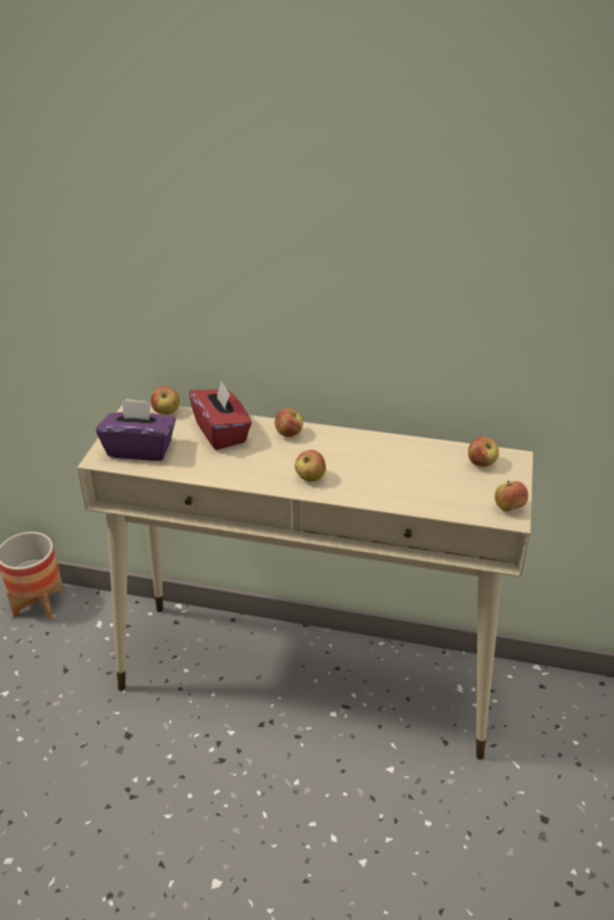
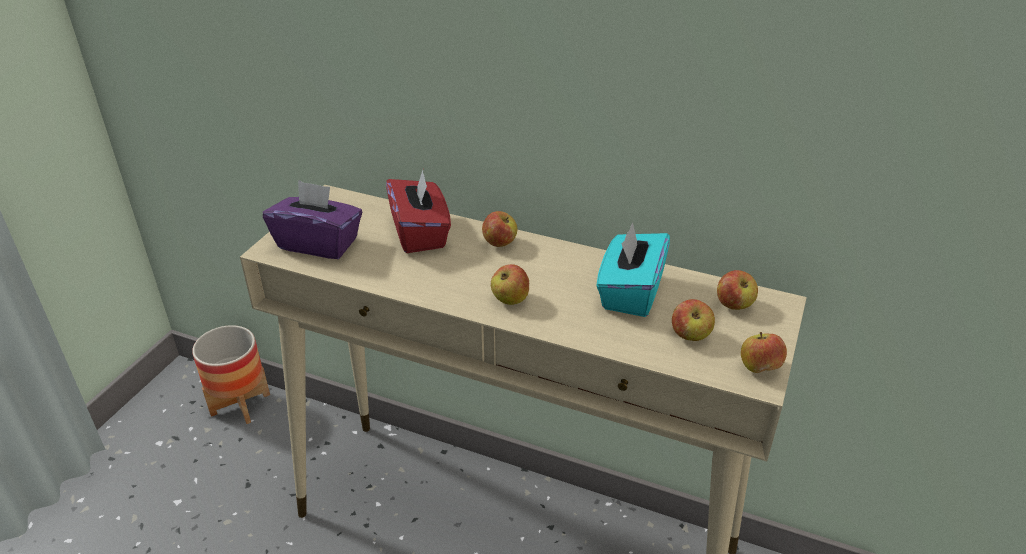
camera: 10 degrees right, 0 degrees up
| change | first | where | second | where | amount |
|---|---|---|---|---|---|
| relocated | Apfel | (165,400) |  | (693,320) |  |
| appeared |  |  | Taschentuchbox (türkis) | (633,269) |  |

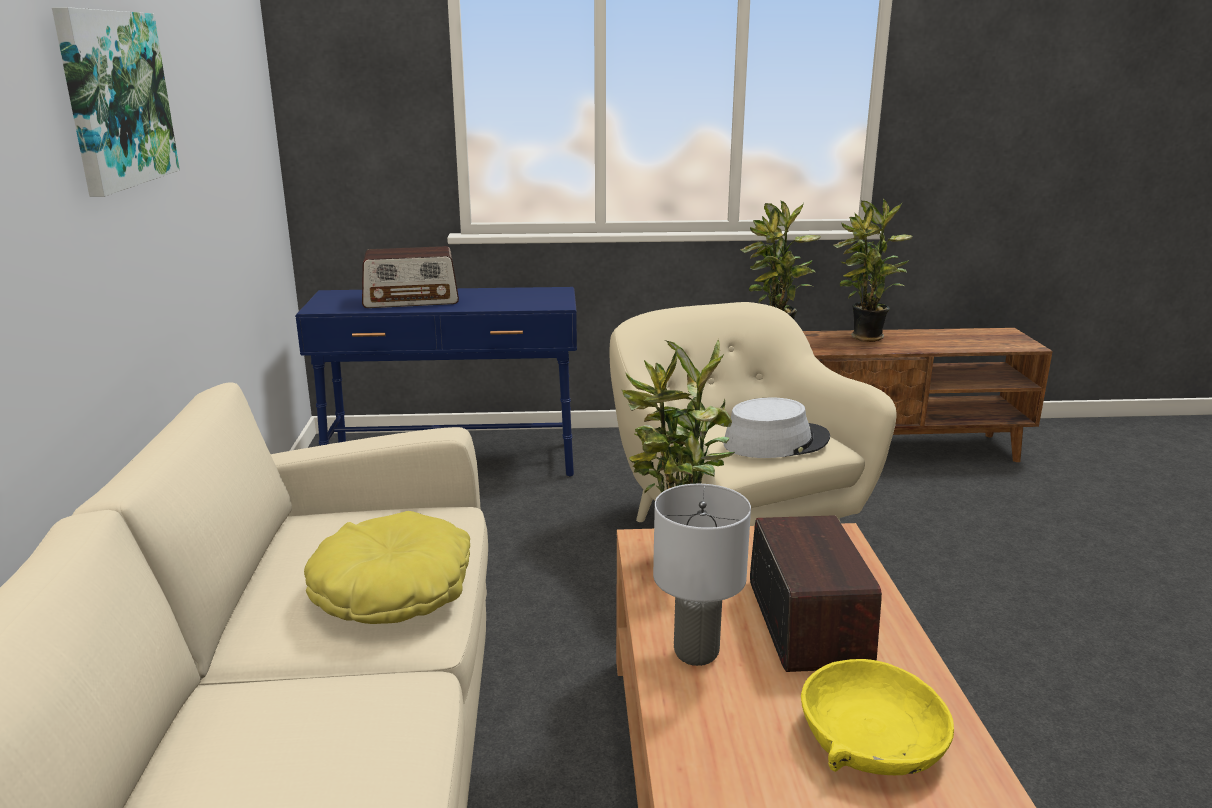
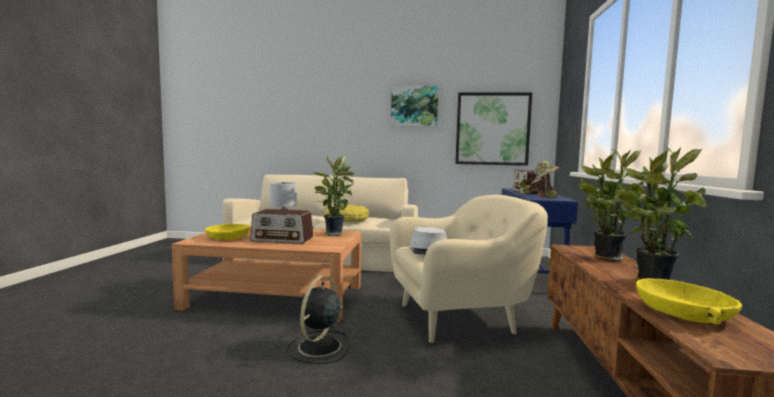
camera: 100 degrees right, 15 degrees down
| change | first | where | second | where | amount |
|---|---|---|---|---|---|
| appeared |  |  | Bild | (493,129) |  |
| appeared |  |  | Topfpflanze | (539,179) |  |
| appeared |  |  | Ventilator (schwarz) | (318,319) |  |
| appeared |  |  | Schüssel (gelb) | (689,301) |  |

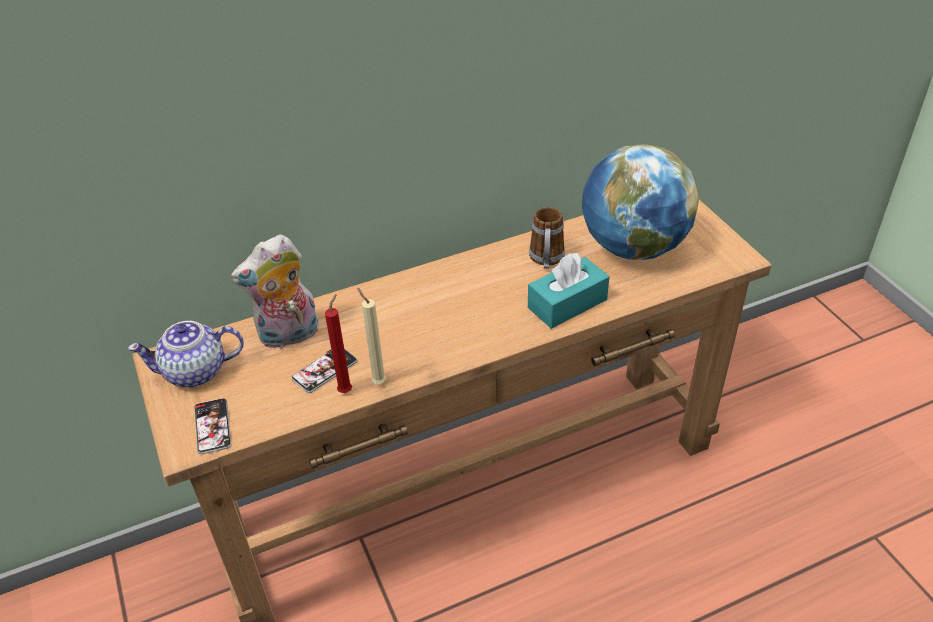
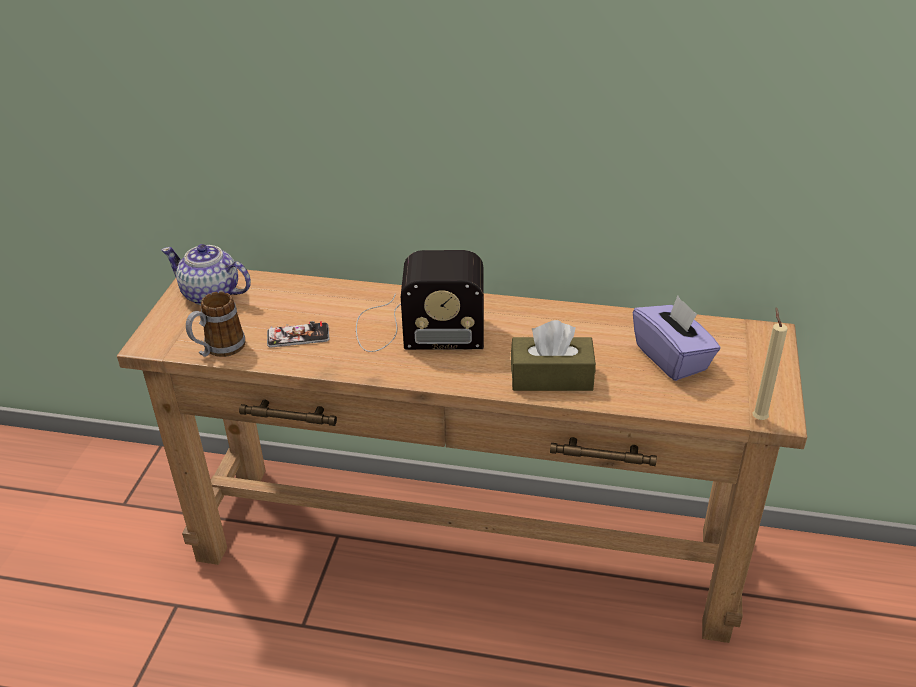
camera: 35 degrees right, 5 degrees down
| change | first | where | second | where | amount |
|---|---|---|---|---|---|
| exchanged | Globus | (640,202) | Taschentuchbox (lila) | (677,338) |  |
| relocated | Henkelbecher | (547,238) |  | (216,324) |  |
| missing | Plüschtier | (275,292) |  |  |  |
| colour | Taschentuchbox (türkis) | (569,291) | Taschentuchbox (braun) | (553,355) |  |
| relocated | Kerze (beige) | (371,336) |  | (770,364) |  |
| missing | Kerze (rot) | (338,343) |  |  |  |
| missing | Handy | (212,426) |  |  |  |
| appeared |  |  | Radio | (420,301) |  |

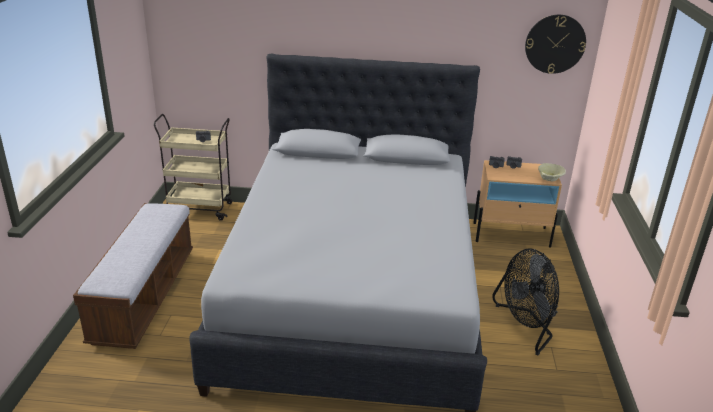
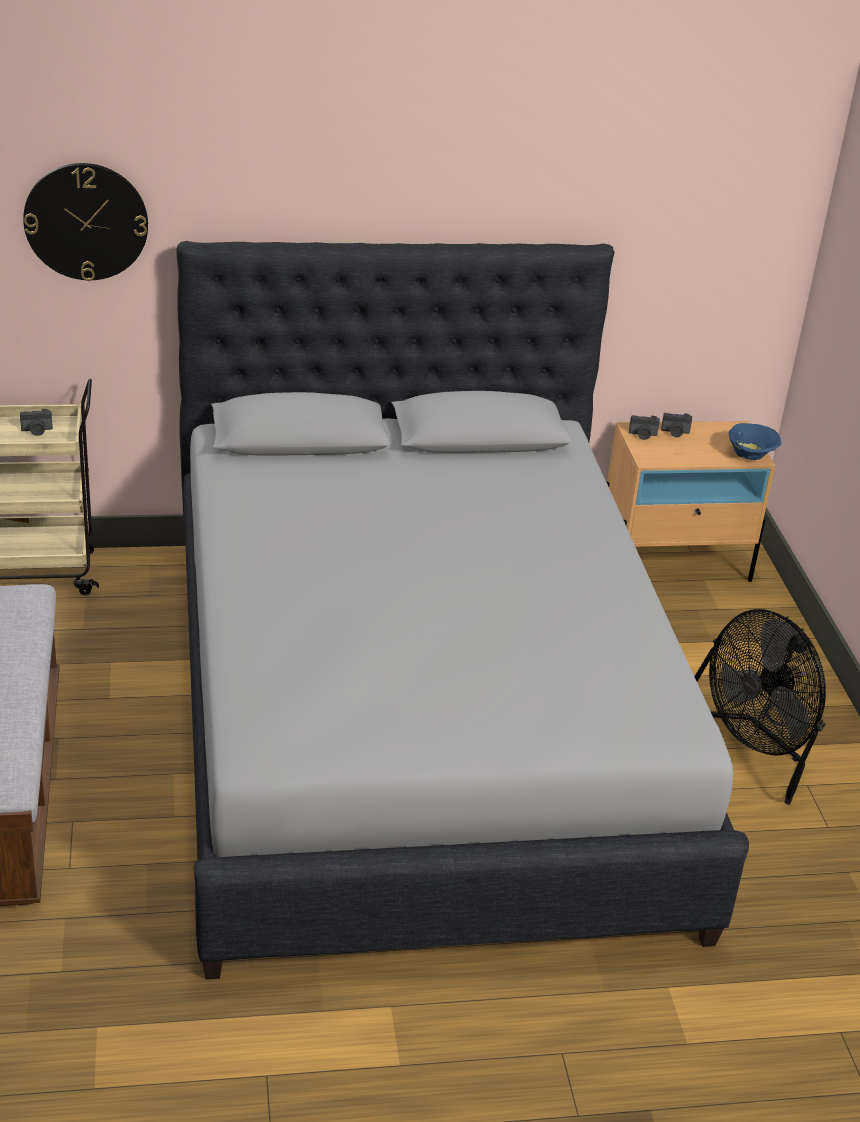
camera: 15 degrees left, 5 degrees up
| change | first | where | second | where | amount |
|---|---|---|---|---|---|
| relocated | Wanduhr | (555,44) |  | (85,222) |  |
| colour | Schüssel (beige) | (552,172) | Schüssel (blau) | (755,441) |  |

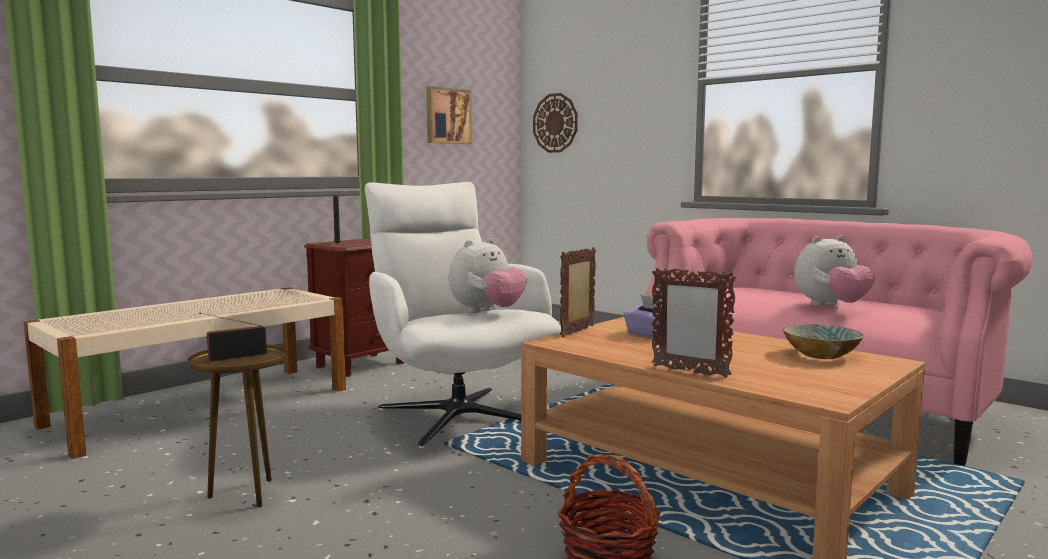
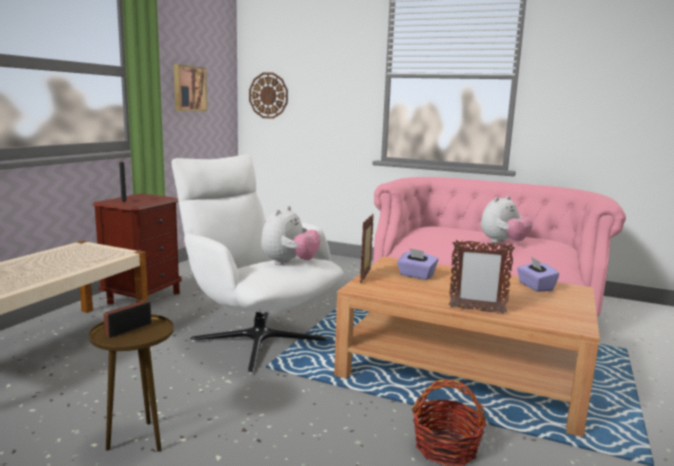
camera: 20 degrees left, 5 degrees up
| change | first | where | second | where | amount |
|---|---|---|---|---|---|
| exchanged | Schüssel | (823,341) | Taschentuchbox (lila) | (538,274) |  |

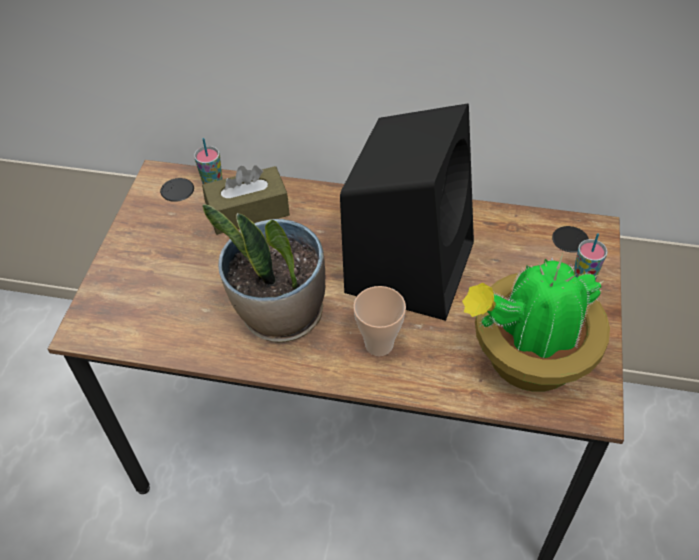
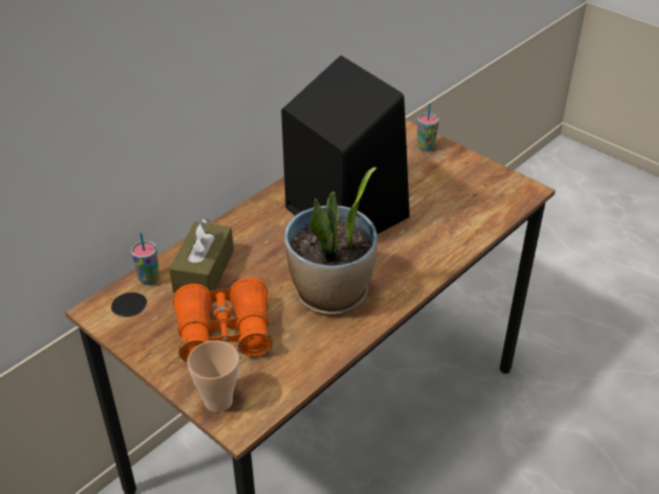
camera: 60 degrees left, 10 degrees down
| change | first | where | second | where | amount |
|---|---|---|---|---|---|
| missing | Topfpflanze | (536,323) |  |  |  |
| relocated | Tasse | (379,321) |  | (213,376) |  |
| appeared |  |  | Fernglas (orange) | (223,320) |  |

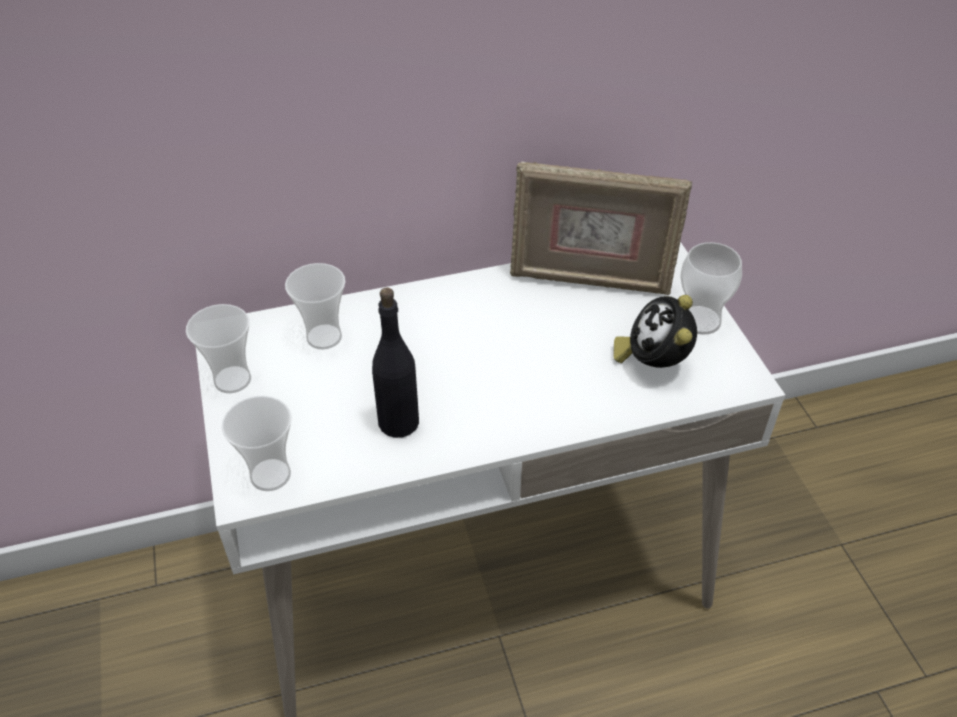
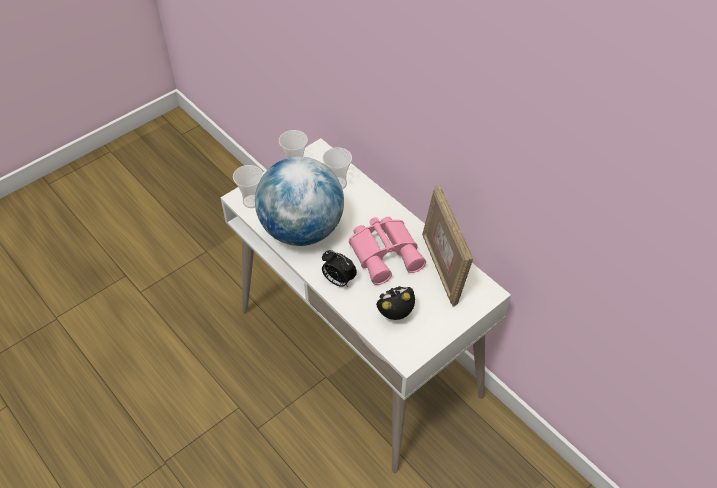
camera: 65 degrees right, 5 degrees up
| change | first | where | second | where | amount |
|---|---|---|---|---|---|
| missing | Tasse | (711,288) |  |  |  |
| exchanged | Flasche (schwarz) | (395,363) | Globus | (299,201) |  |
| appeared |  |  | Fernglas (rosa) | (387,251) |  |
| appeared |  |  | Wecker | (339,268) |  |

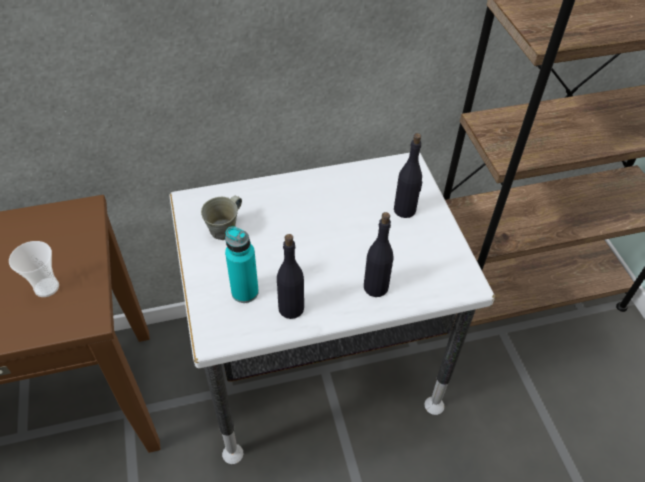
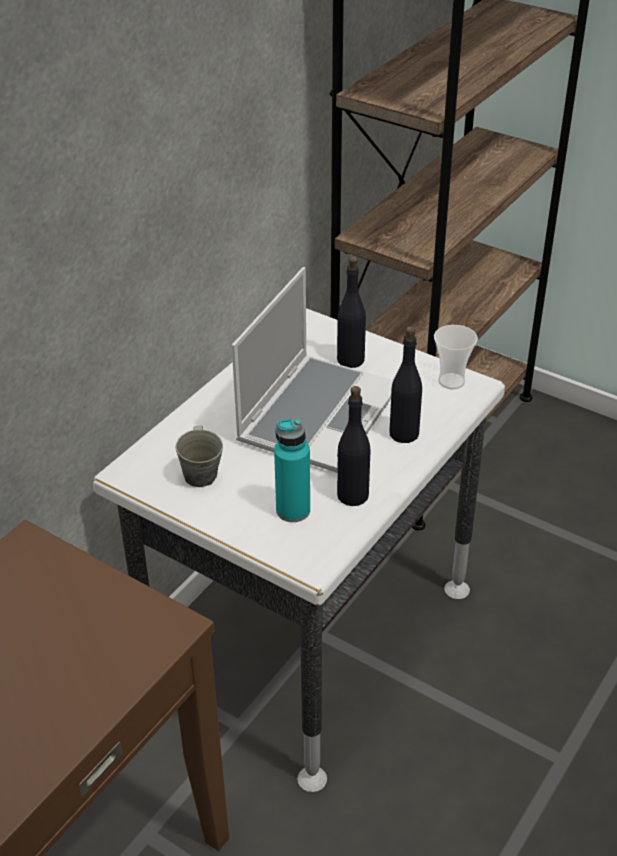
camera: 40 degrees left, 10 degrees down
| change | first | where | second | where | amount |
|---|---|---|---|---|---|
| relocated | Tasse | (34,269) |  | (456,357) |  |
| appeared |  |  | Laptop | (312,370) |  |

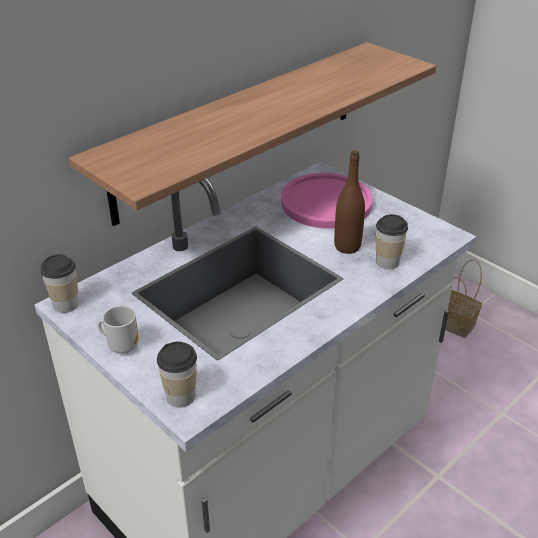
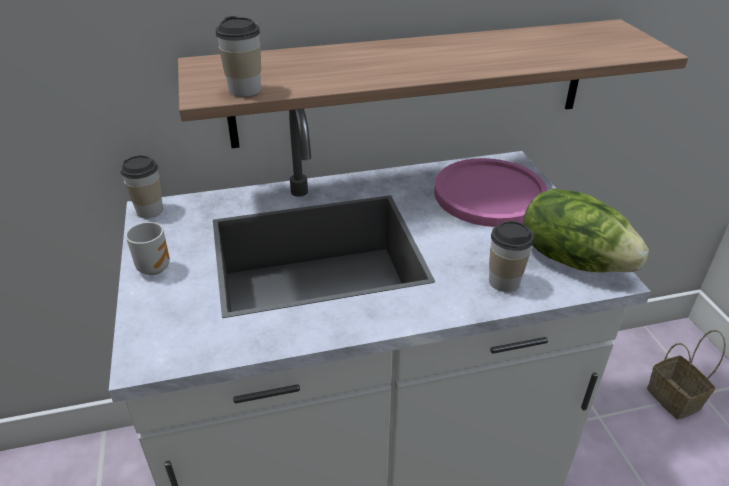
camera: 30 degrees right, 0 degrees up
| change | first | where | second | where | amount |
|---|---|---|---|---|---|
| missing | Flasche (braun) | (349,202) |  |  |  |
| relocated | Tasse | (177,375) |  | (238,56) |  |
| appeared |  |  | Salatkopf | (586,230) |  |

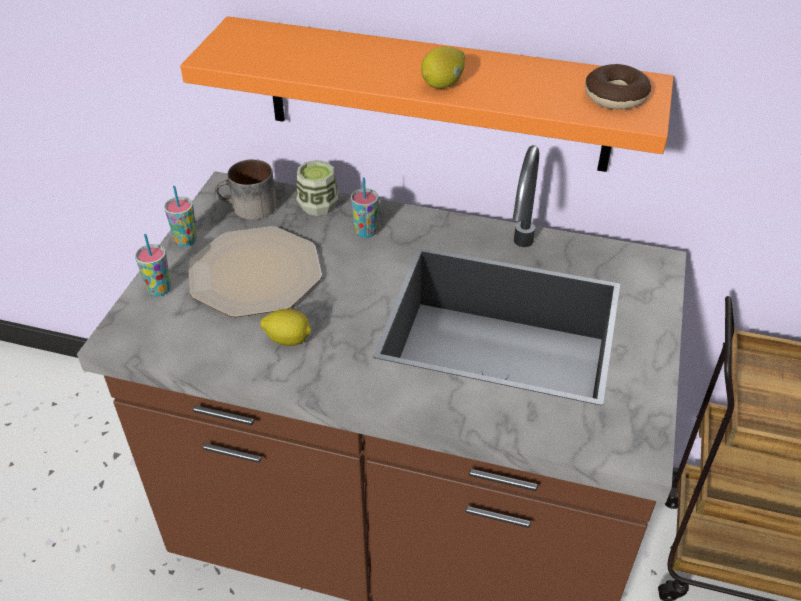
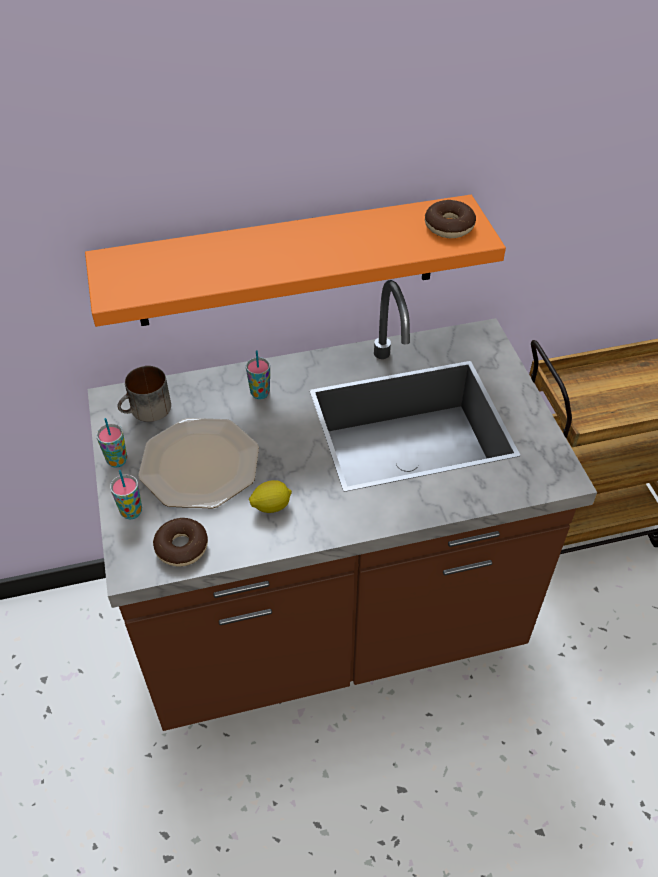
camera: 30 degrees left, 5 degrees up
| change | first | where | second | where | amount |
|---|---|---|---|---|---|
| missing | Zitrone | (443,67) |  |  |  |
| missing | Tasse | (317,188) |  |  |  |
| appeared |  |  | Donut | (180,542) |  |

